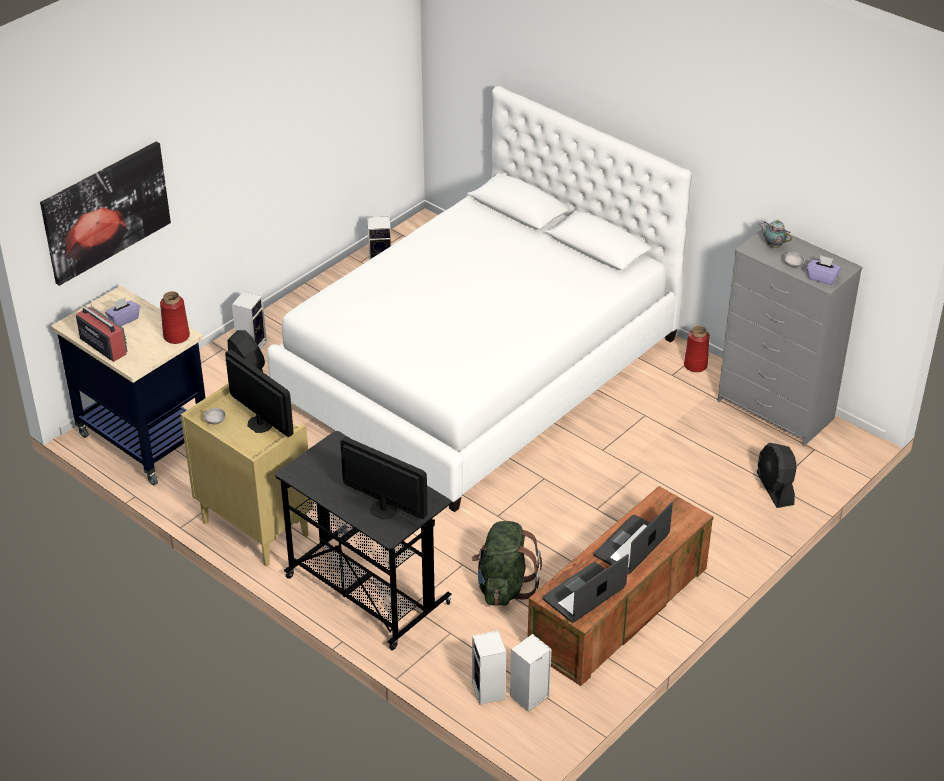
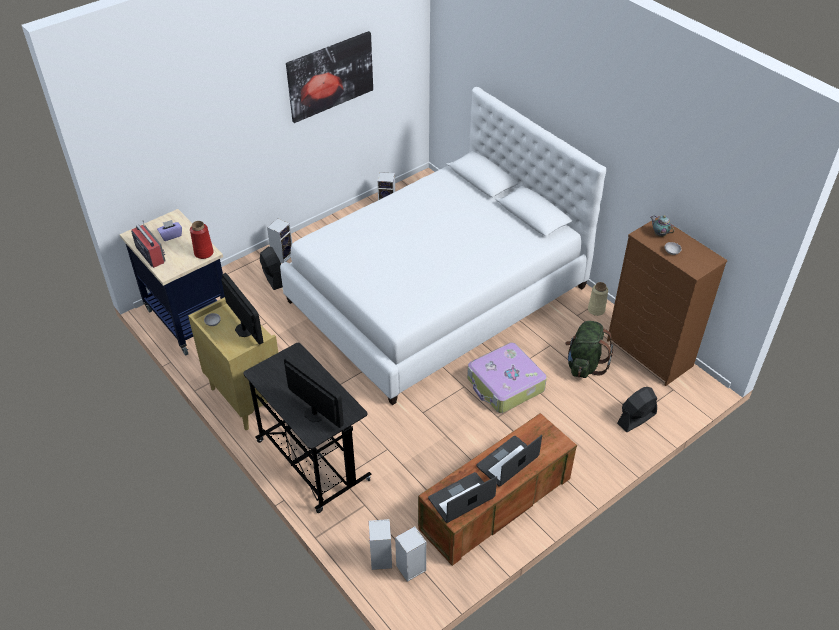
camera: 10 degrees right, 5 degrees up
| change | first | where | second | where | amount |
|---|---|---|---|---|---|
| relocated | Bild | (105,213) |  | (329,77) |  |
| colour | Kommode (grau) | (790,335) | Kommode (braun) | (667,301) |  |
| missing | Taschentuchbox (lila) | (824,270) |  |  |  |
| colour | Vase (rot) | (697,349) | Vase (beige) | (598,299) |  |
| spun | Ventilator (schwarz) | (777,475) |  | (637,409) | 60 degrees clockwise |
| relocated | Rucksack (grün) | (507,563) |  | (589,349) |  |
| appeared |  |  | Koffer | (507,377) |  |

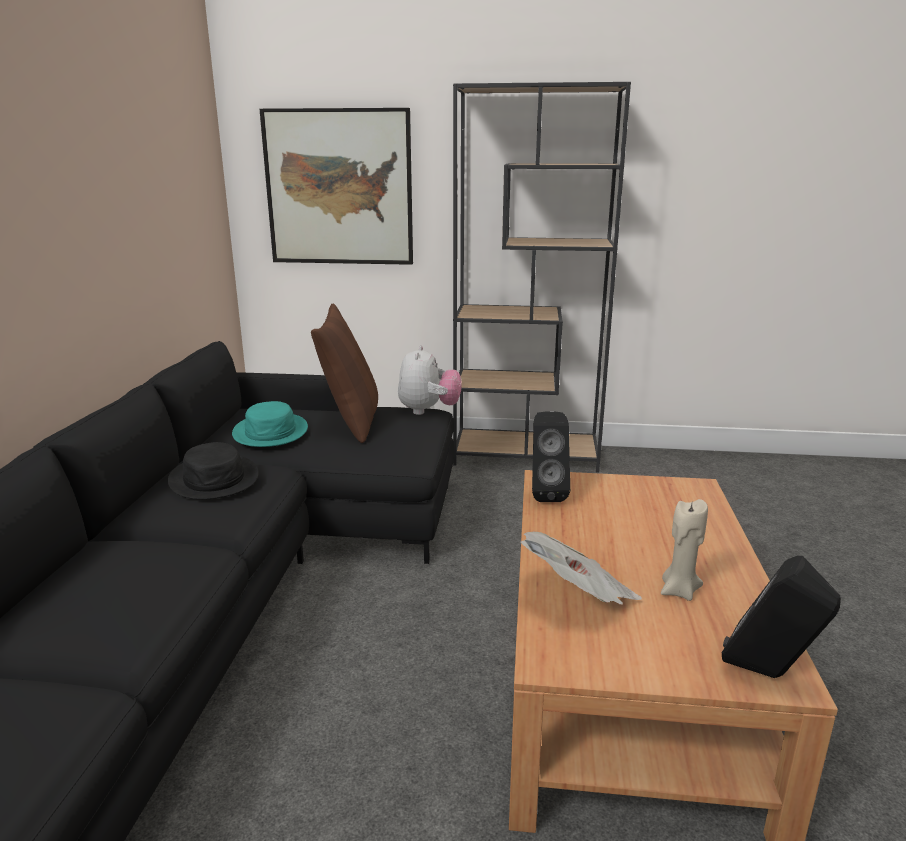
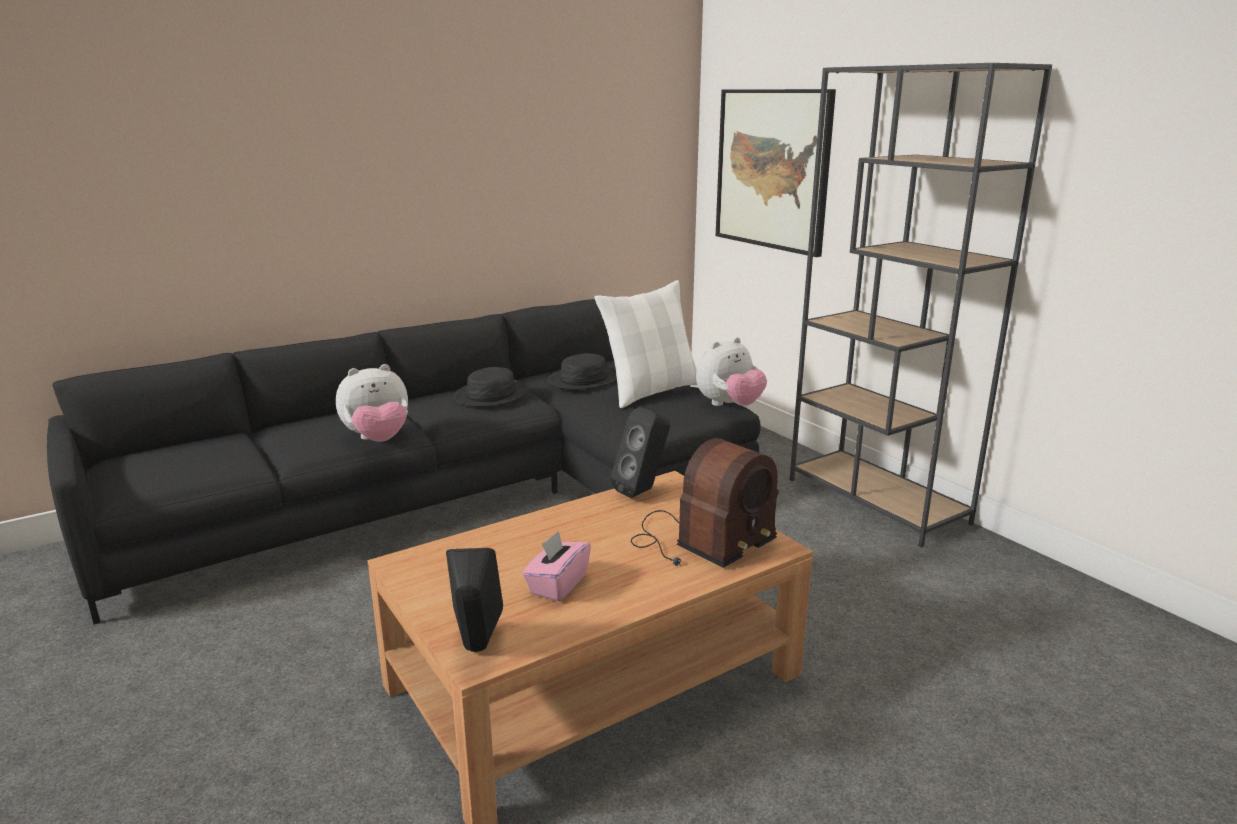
camera: 50 degrees right, 0 degrees up
| change | first | where | second | where | amount |
|---|---|---|---|---|---|
| colour | Kissen (braun) | (344,373) | Kissen (weiß) | (645,344) |  |
| colour | Hut (türkis) | (270,424) | Hut (schwarz) | (582,371) |  |
| exchanged | Kerze (beige) | (684,550) | Taschentuchbox (rosa) | (556,566) |  |
| missing | Zeitung | (581,568) |  |  |  |
| appeared |  |  | Plüschtier | (372,403) |  |
| appeared |  |  | Radio | (705,503) |  |

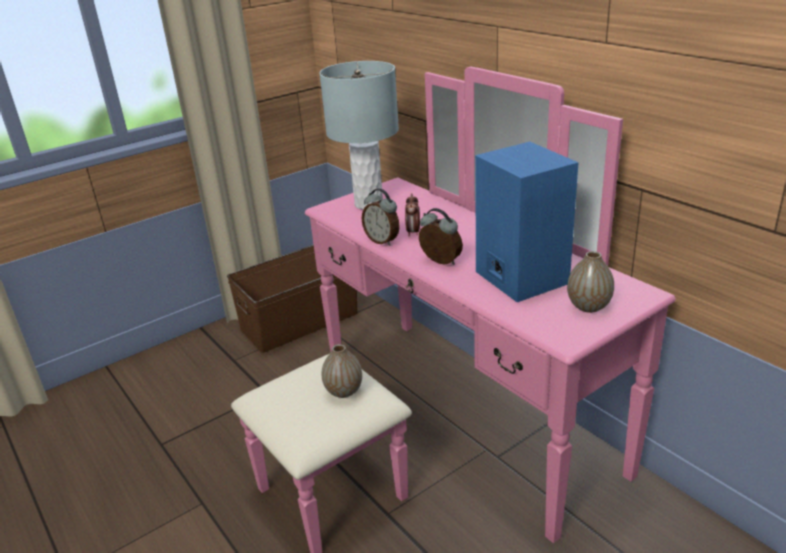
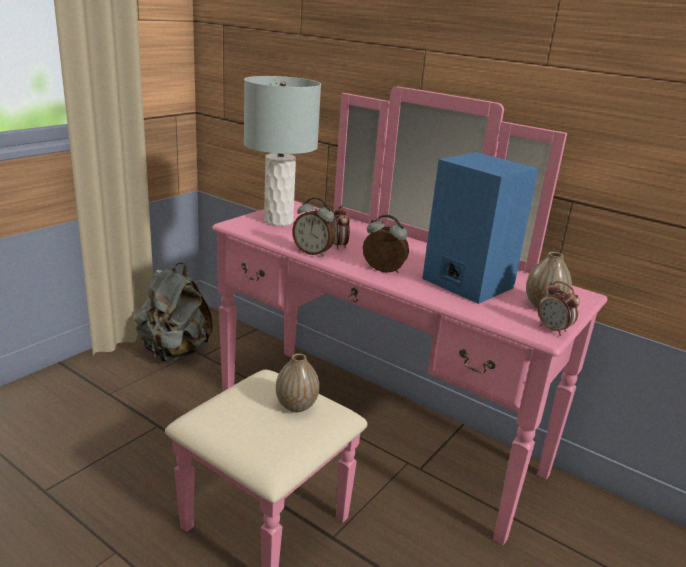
camera: 20 degrees left, 5 degrees down
| change | first | where | second | where | amount |
|---|---|---|---|---|---|
| exchanged | Aufbewahrungsbox (braun) | (292,299) | Rucksack (grau) | (174,312) |  |
| appeared |  |  | Wecker | (559,308) |  |

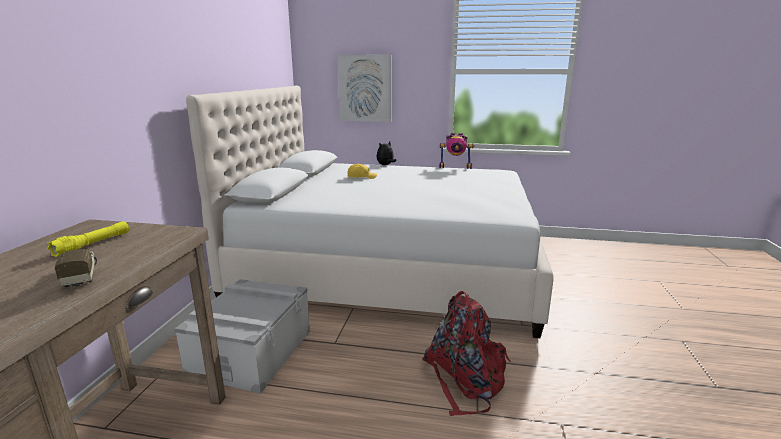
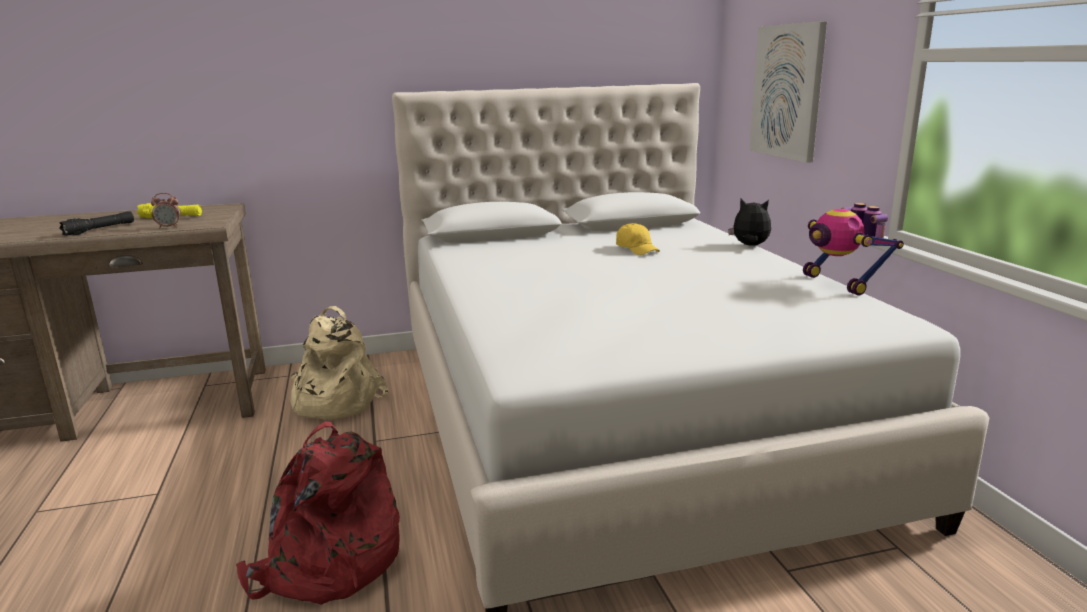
camera: 65 degrees right, 0 degrees up
| change | first | where | second | where | amount |
|---|---|---|---|---|---|
| exchanged | Spielzeuglaster | (76,268) | Taschenlampe (schwarz) | (96,223) |  |
| exchanged | Aufbewahrungsbox (grau) | (242,336) | Rucksack (beige) | (339,362) |  |
| appeared |  |  | Wecker | (166,211) |  |

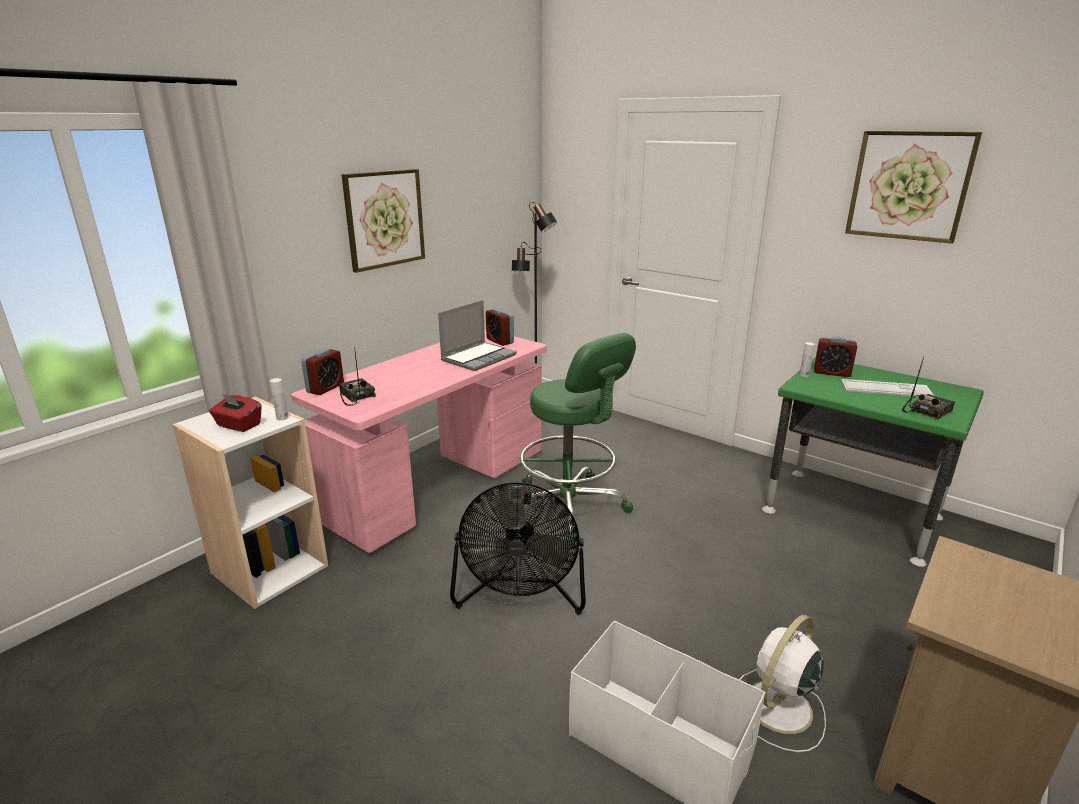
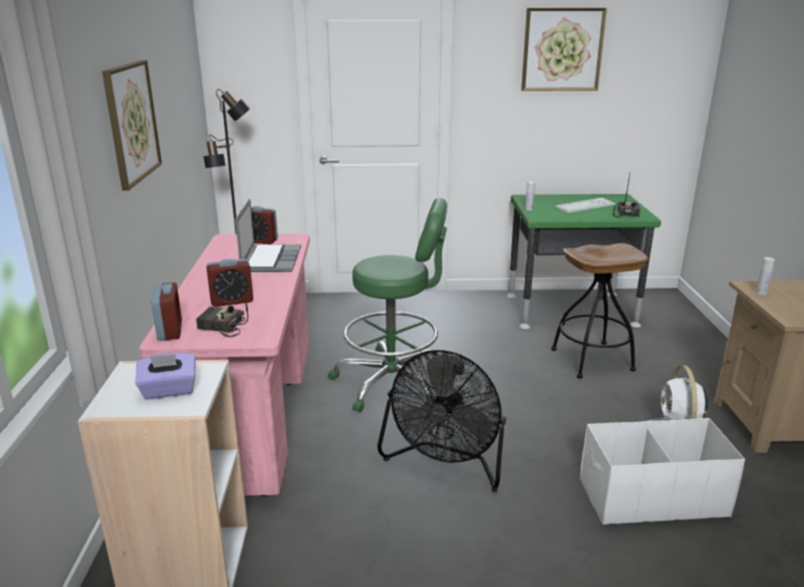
camera: 40 degrees left, 0 degrees up
| change | first | where | second | where | amount |
|---|---|---|---|---|---|
| relocated | Wecker | (835,357) |  | (229,283) |  |
| relocated | Flasche (weiß) | (279,399) |  | (765,276) |  |
| colour | Taschentuchbox (rot) | (235,413) | Taschentuchbox (lila) | (165,376) |  |
| spun | Ventilator (schwarz) | (518,548) |  | (442,421) | 60 degrees clockwise |
| appeared |  |  | Hocker (braun) | (599,311) |  |

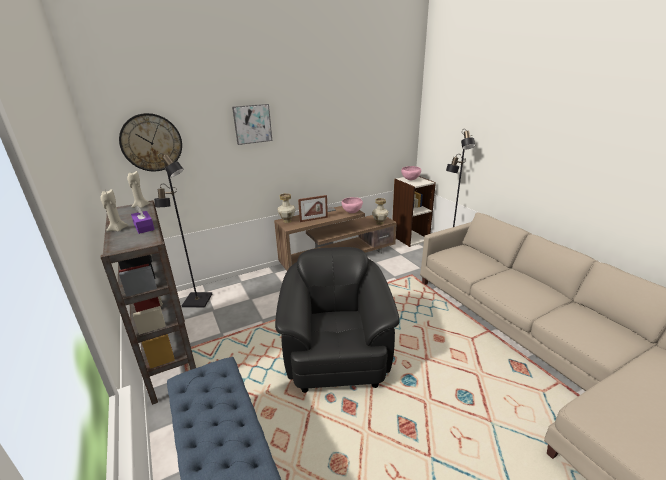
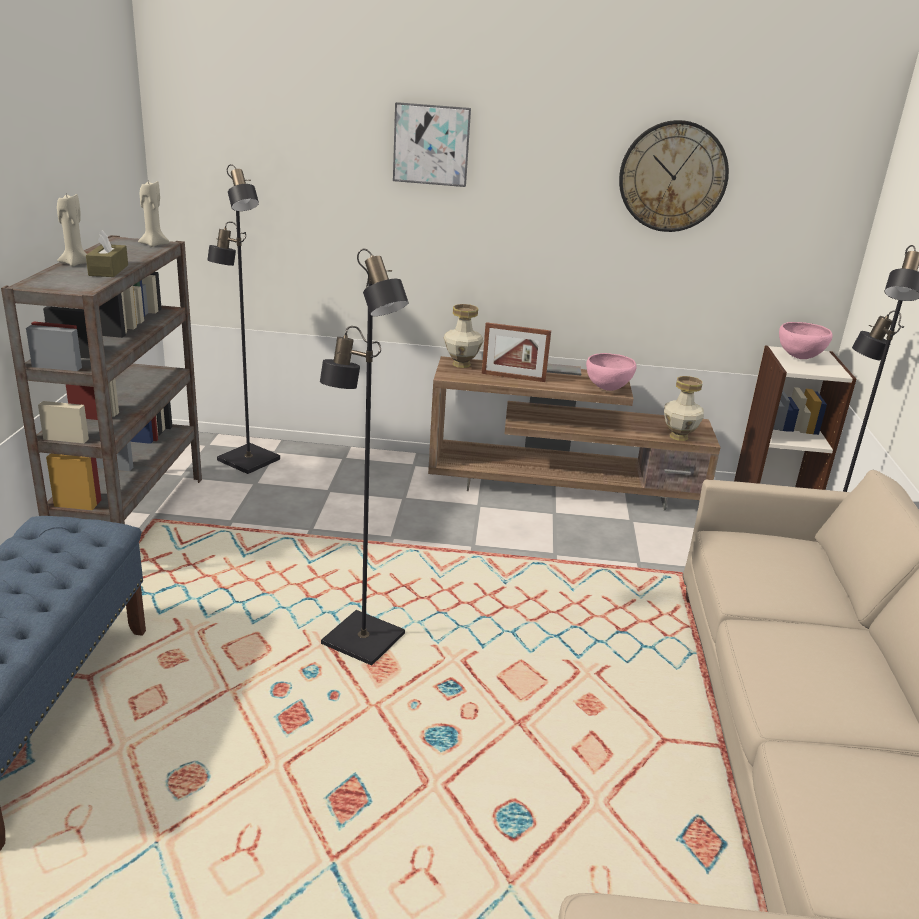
camera: 30 degrees right, 0 degrees up
| change | first | where | second | where | amount |
|---|---|---|---|---|---|
| relocated | Wanduhr | (150,142) |  | (674,176) |  |
| colour | Taschentuchbox (lila) | (143,219) | Taschentuchbox (braun) | (107,253) |  |
| exchanged | Sessel (schwarz) | (337,320) | Stehlampe (schwarz) | (364,457) |  |

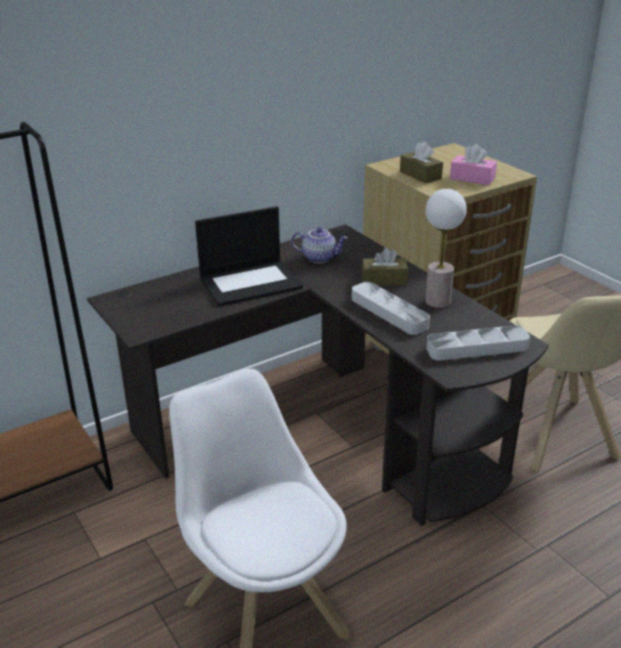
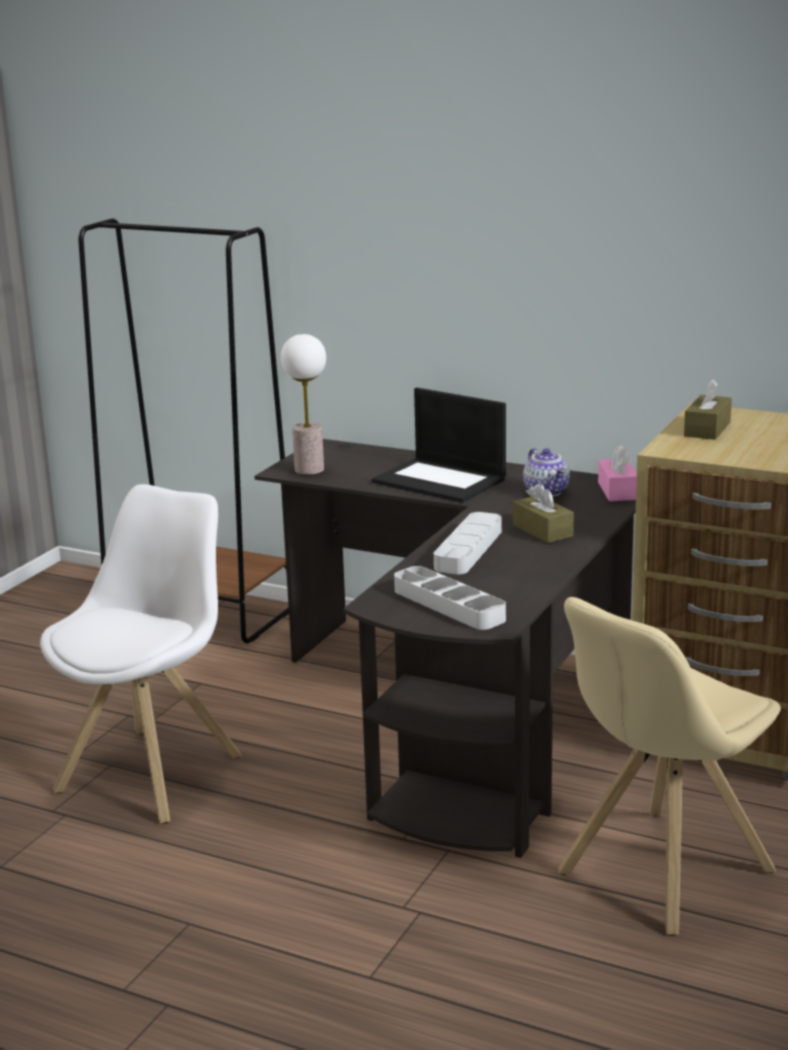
camera: 60 degrees right, 10 degrees down
| change | first | where | second | where | amount |
|---|---|---|---|---|---|
| relocated | Taschentuchbox (rosa) | (473,164) |  | (617,473) |  |
| relocated | Tischlampe | (446,248) |  | (303,404) |  |

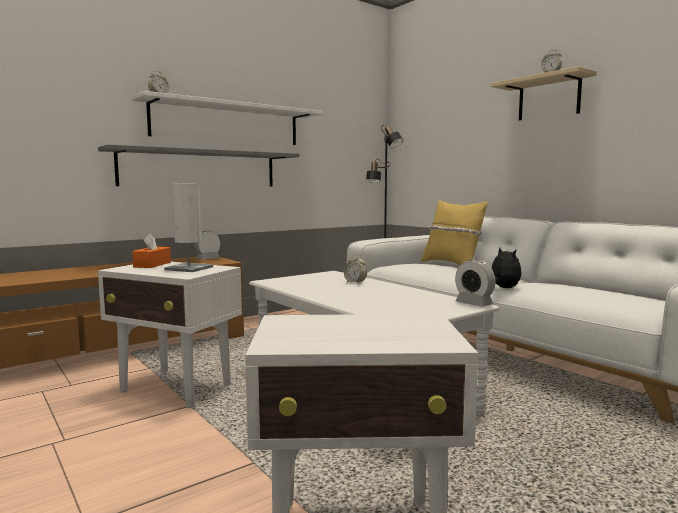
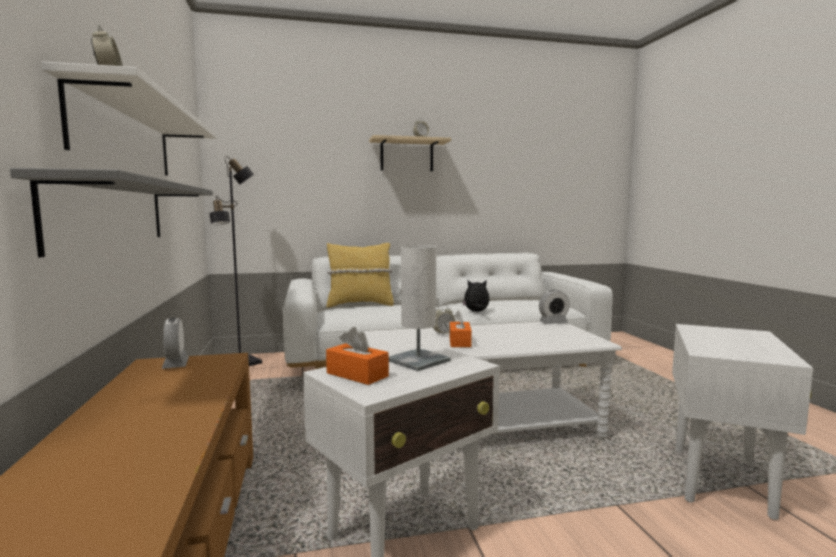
camera: 65 degrees left, 0 degrees up
| change | first | where | second | where | amount |
|---|---|---|---|---|---|
| appeared |  |  | Taschentuchbox (orange) | (461,328) |  |

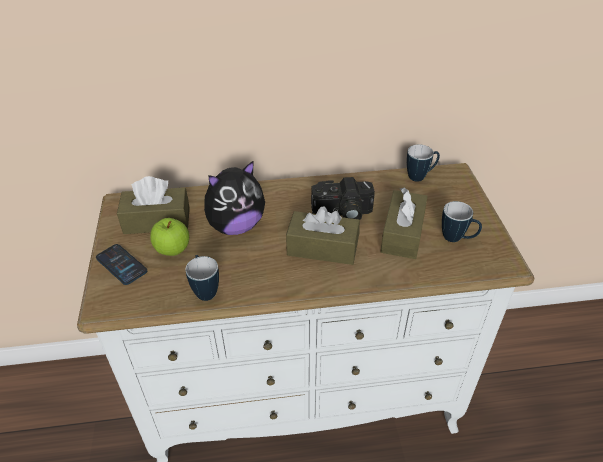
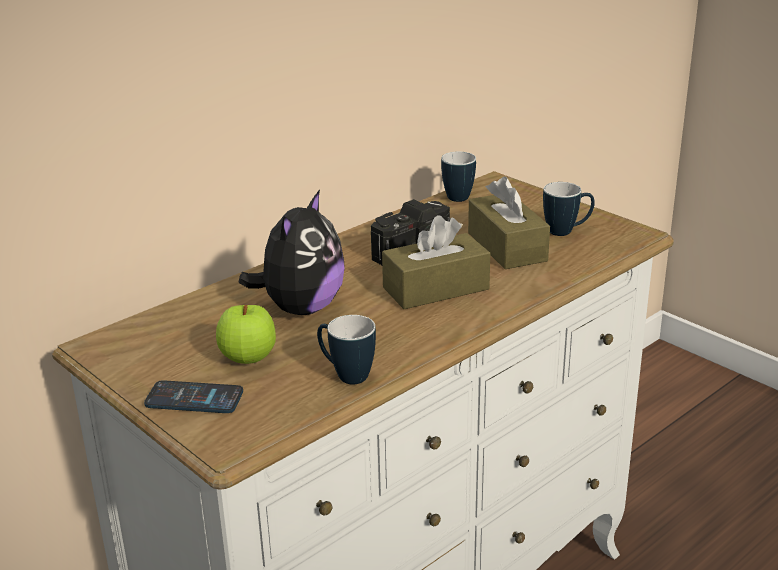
camera: 35 degrees left, 15 degrees down
| change | first | where | second | where | amount |
|---|---|---|---|---|---|
| missing | Taschentuchbox (braun) | (153,205) |  |  |  |

